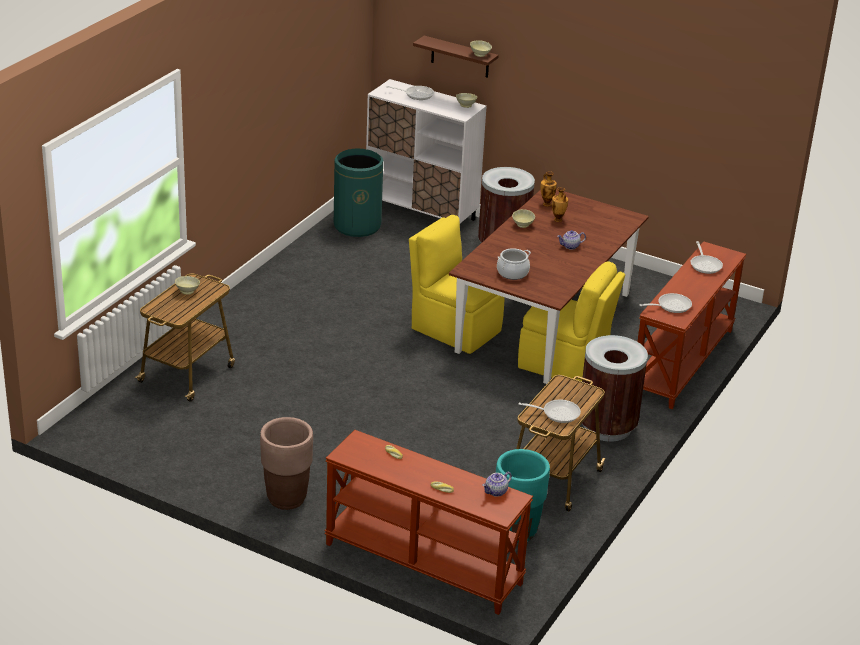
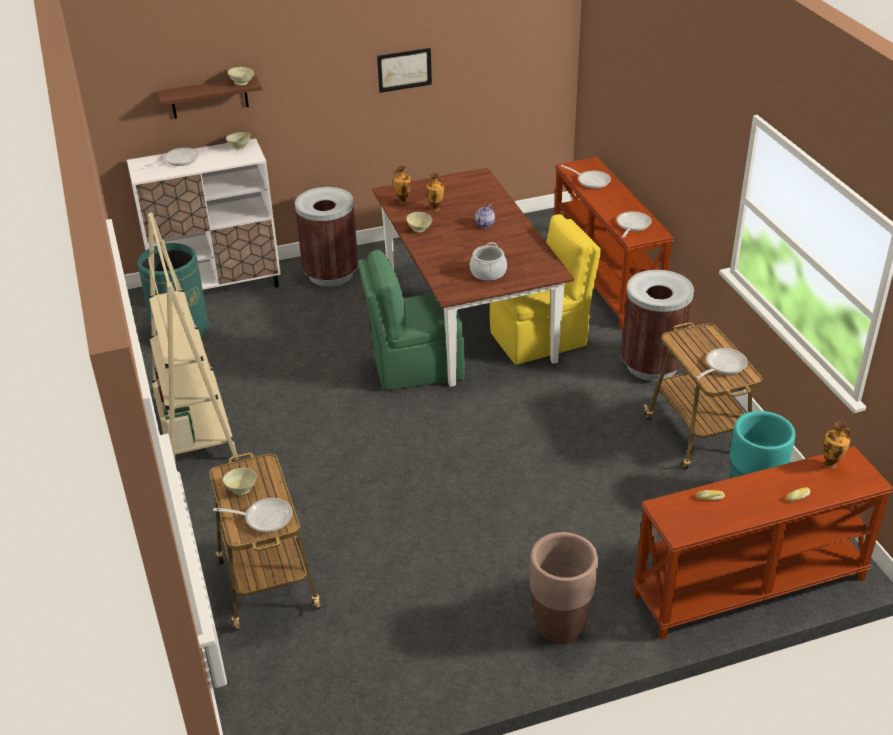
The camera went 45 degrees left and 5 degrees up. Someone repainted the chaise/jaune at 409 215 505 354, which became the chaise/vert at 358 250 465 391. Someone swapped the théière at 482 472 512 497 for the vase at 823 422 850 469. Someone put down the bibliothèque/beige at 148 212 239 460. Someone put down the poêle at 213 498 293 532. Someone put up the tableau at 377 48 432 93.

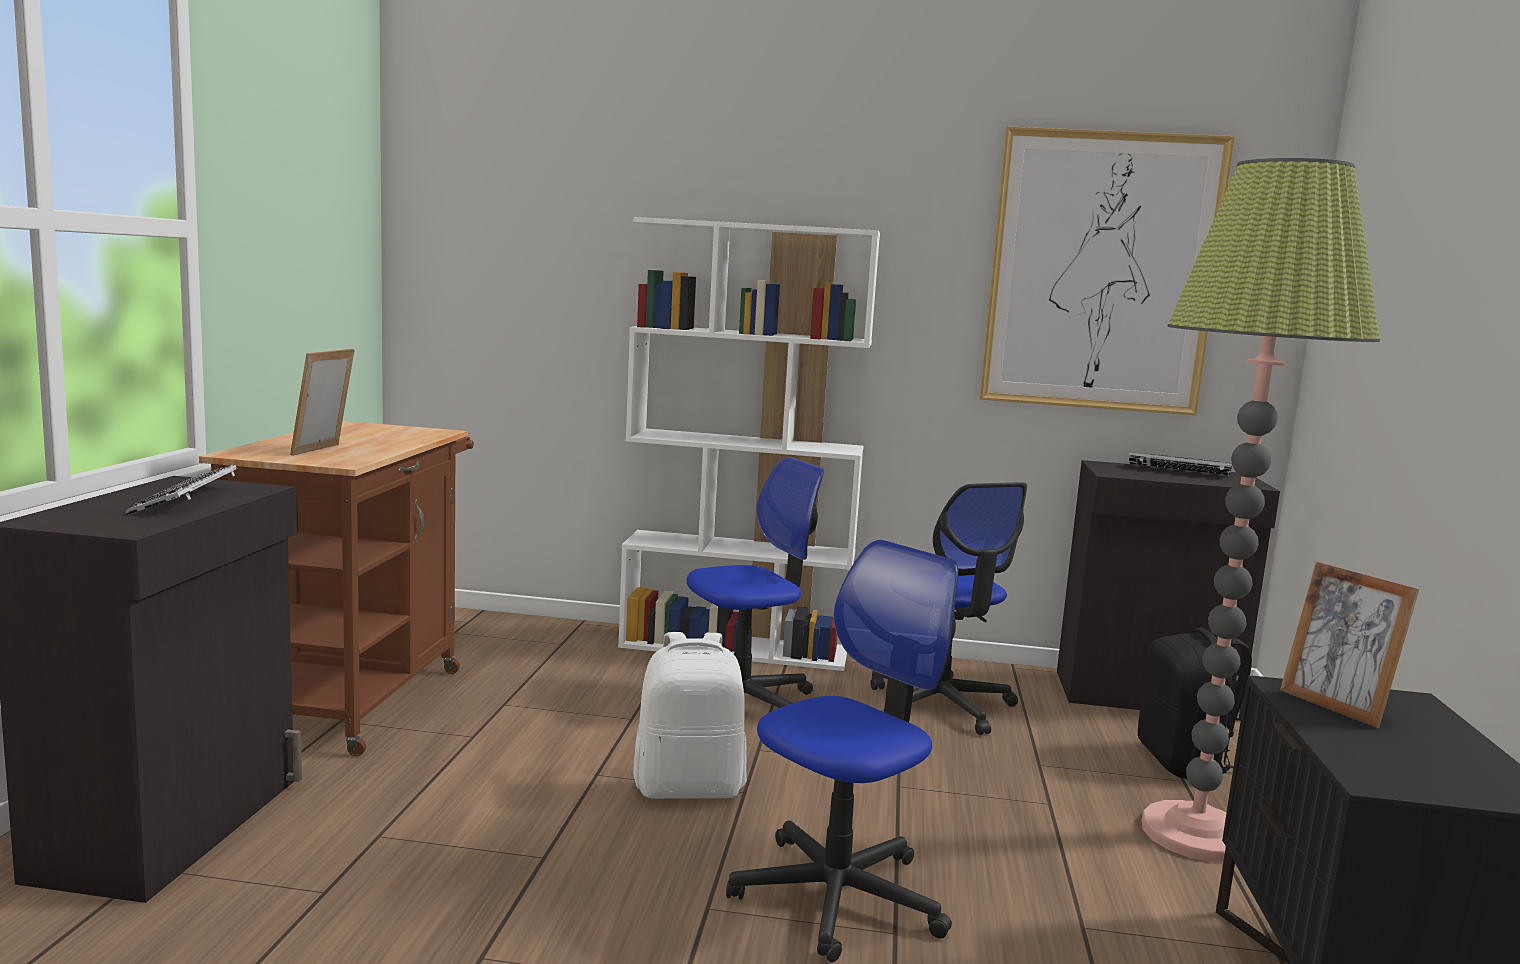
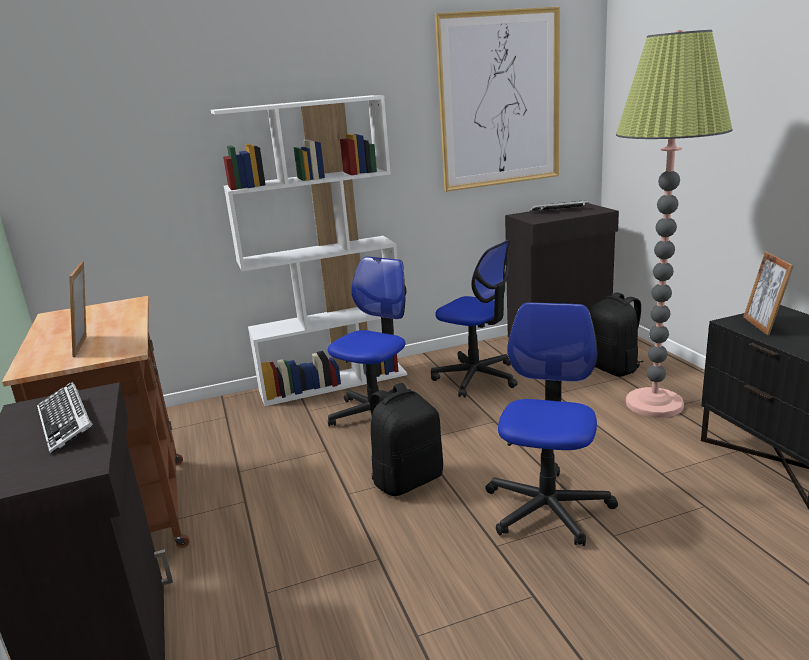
The camera went 25 degrees left and 10 degrees up. Someone repainted the sac à dos/blanc at 633 632 747 799, which became the sac à dos/noir at 370 383 443 496. Someone rotated the cadre photo at 1280 562 1419 728 by 60 degrees clockwise.

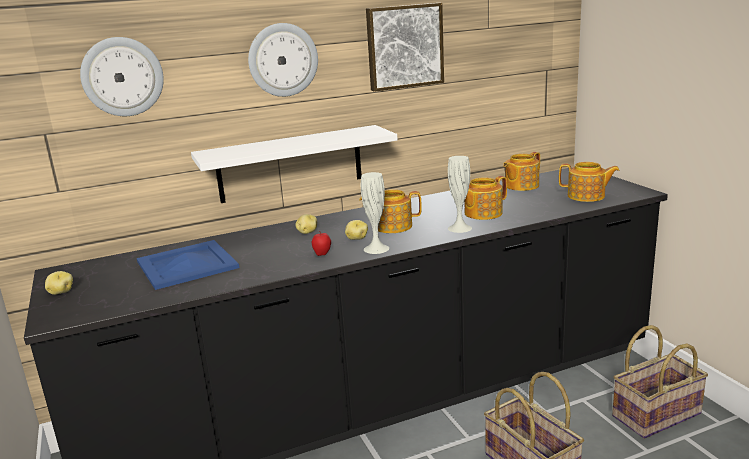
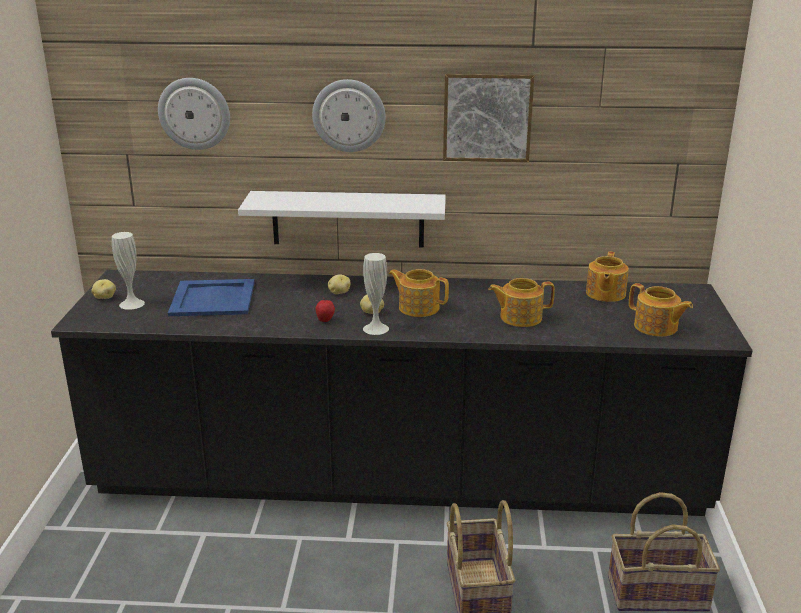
The camera went 25 degrees right and 5 degrees up. Someone carried the vase/blanc from 448 156 472 233 to 112 232 145 310. Someone rotated the théière at 503 152 540 191 by 60 degrees counterclockwise.

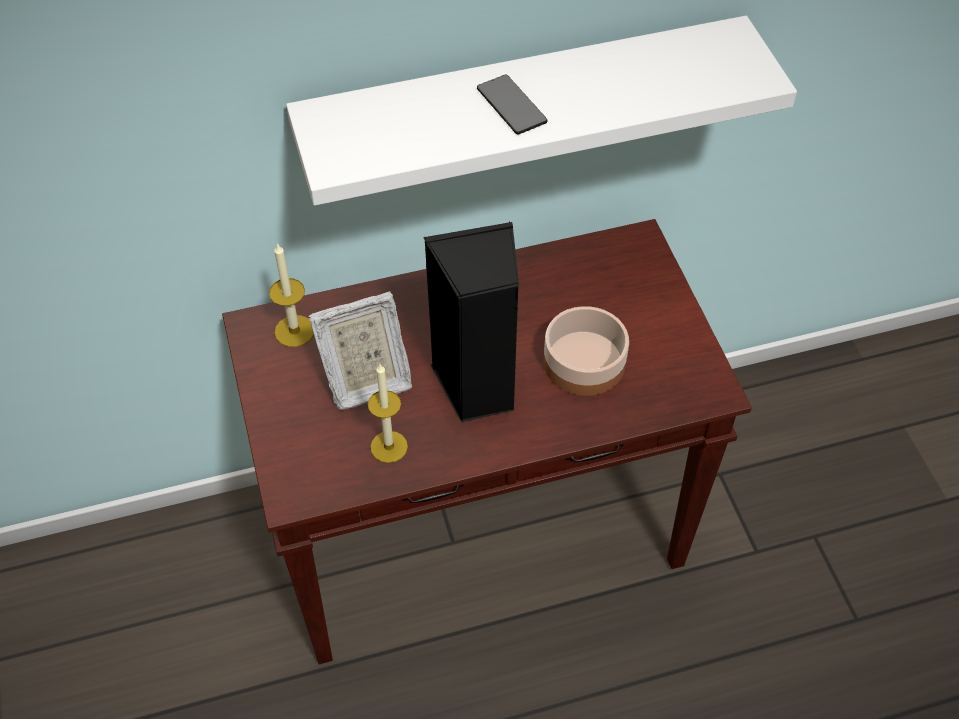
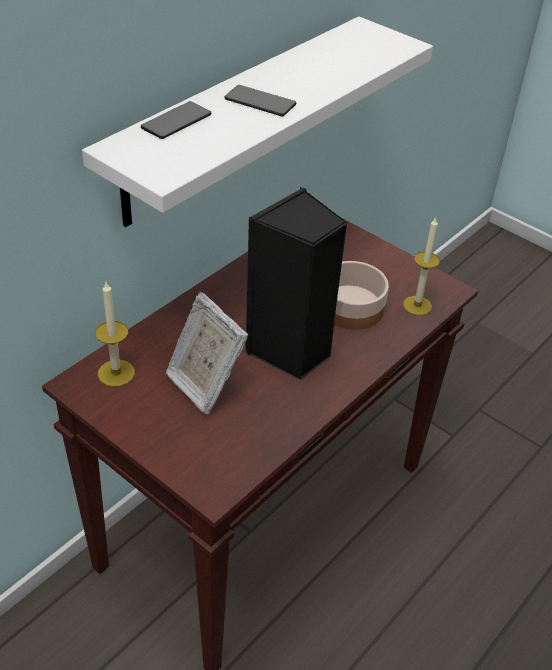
The camera went 35 degrees left and 10 degrees down. Someone rotated the cadre photo at 308 291 412 410 by 105 degrees clockwise. Someone carried the bougie from 368 364 408 463 to 403 217 440 316. Someone put down the téléphone at 141 101 211 139.

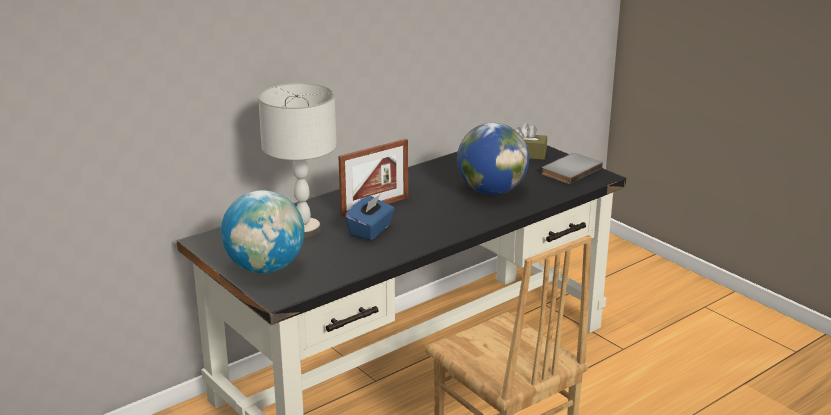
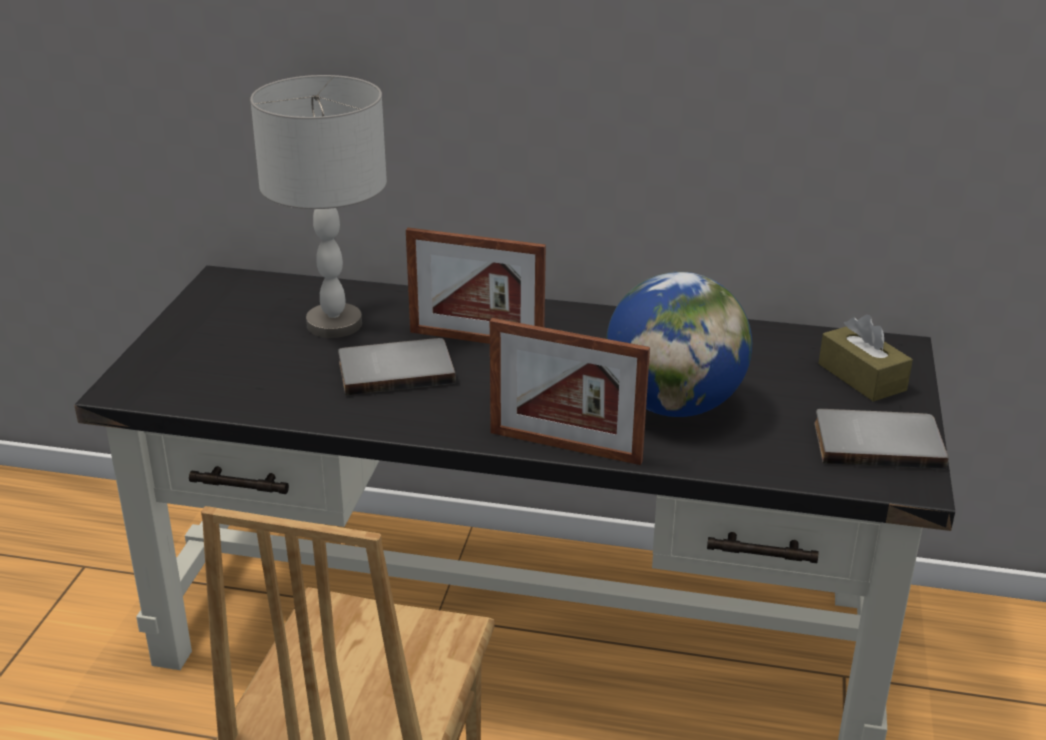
The camera went 50 degrees right and 5 degrees up. Someone took away the globe at 221 190 304 274. Someone swapped the boîte à mouchoirs/bleu at 345 195 395 240 for the livre/gris at 338 338 456 396. Someone put down the cadre photo at 490 318 650 465.

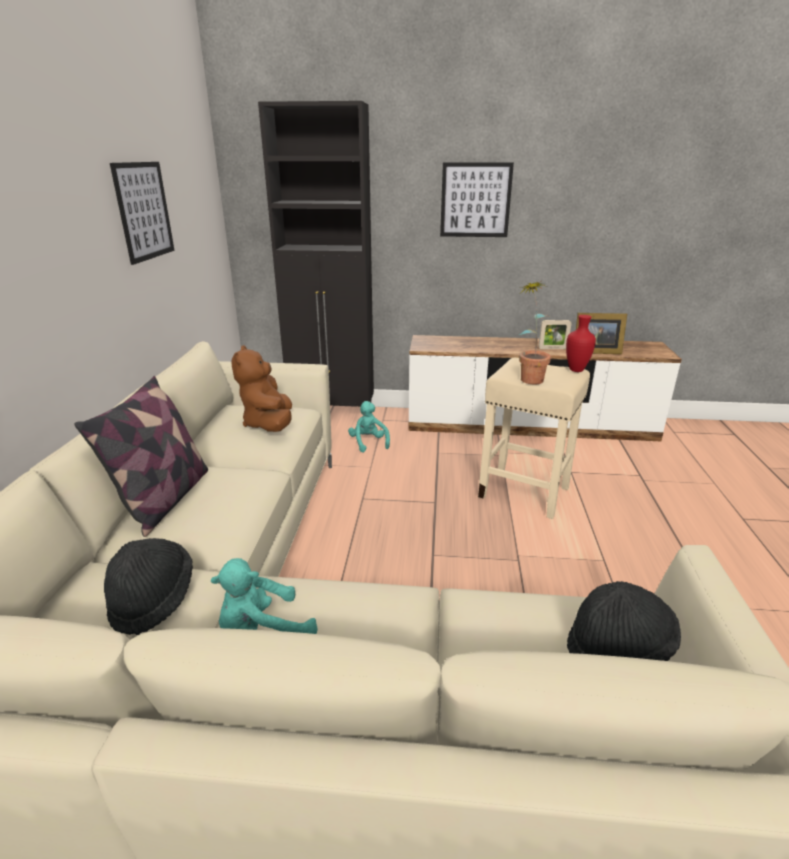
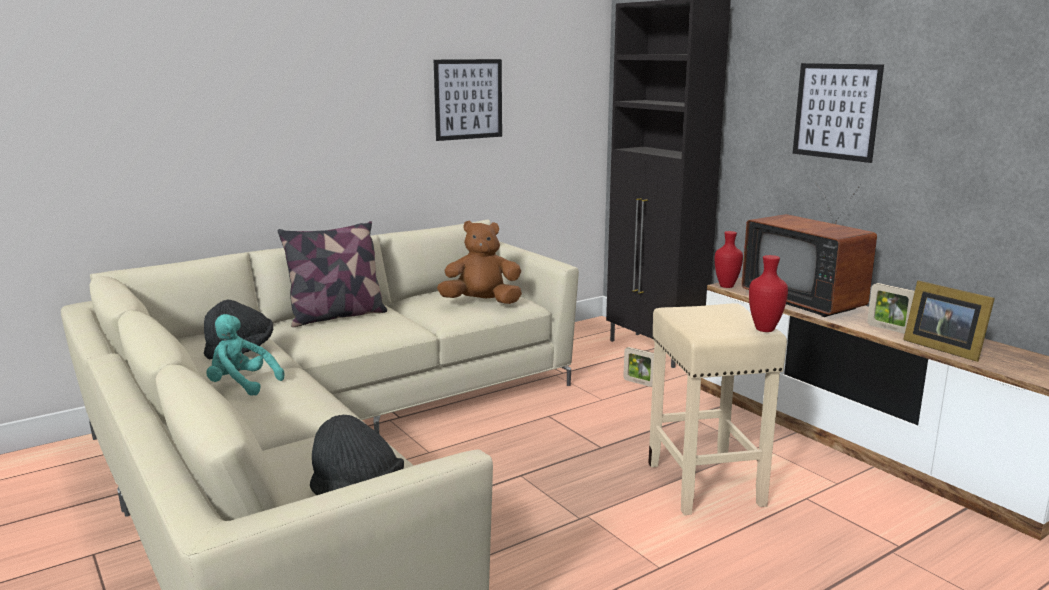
The camera went 50 degrees right and 10 degrees down. Someone rotated the peluche/marron at 231 345 292 432 by 45 degrees clockwise. Someone swapped the peluche/turquoise at 348 401 390 453 for the cadre photo at 623 347 654 387. Someone took away the plante en pot at 519 281 551 384. Someone put down the vase/rouge at 715 231 743 288. Someone put down the téléviseur at 742 182 877 317.

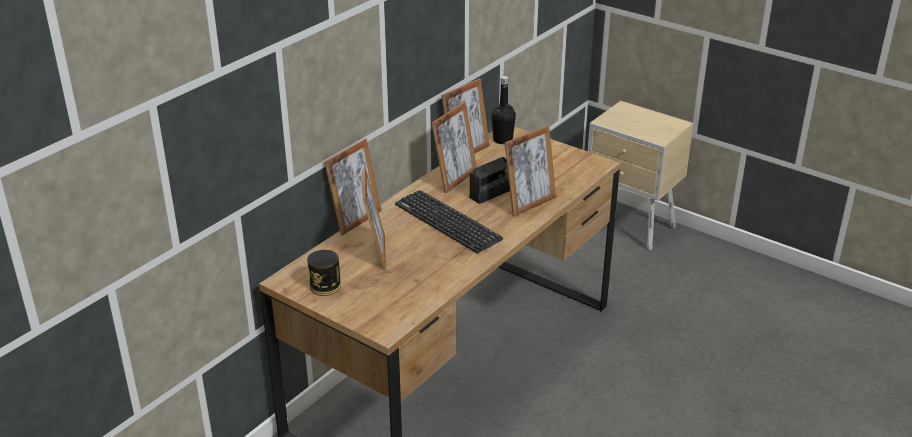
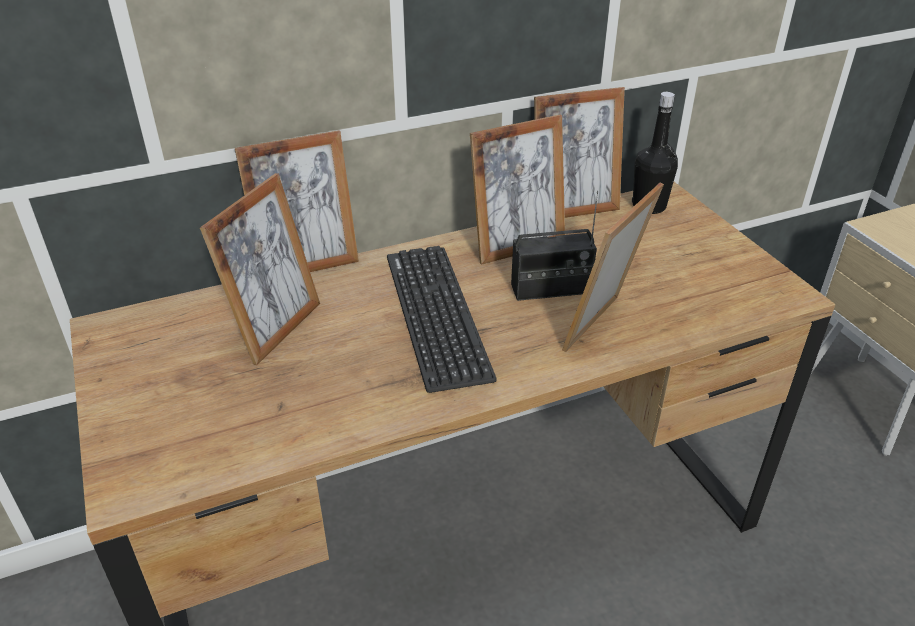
The camera went 30 degrees right and 5 degrees up. Someone took away the boîte métallique at 307 250 341 296. Someone rotated the cadre photo at 505 125 556 217 by 135 degrees clockwise.

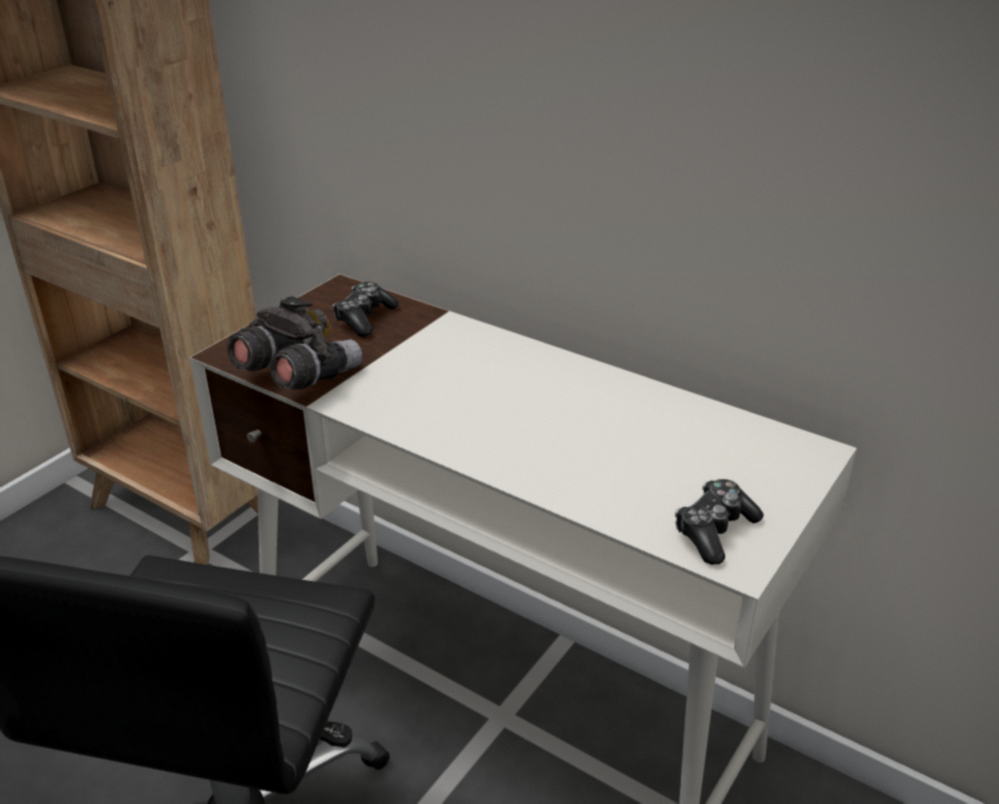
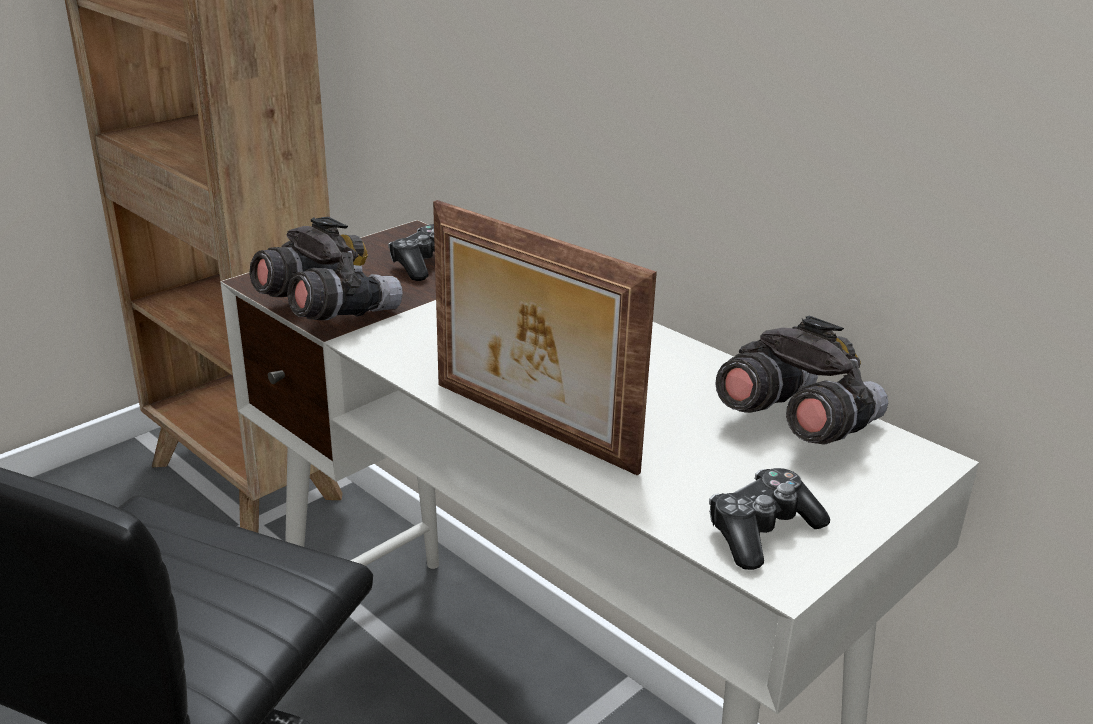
The camera went 10 degrees right and 5 degrees down. Someone put down the cadre photo at 433 200 657 476. Someone put down the jumelles/gris at 715 316 888 445.

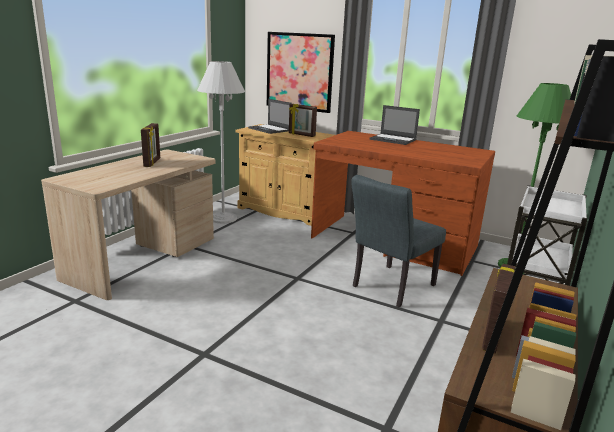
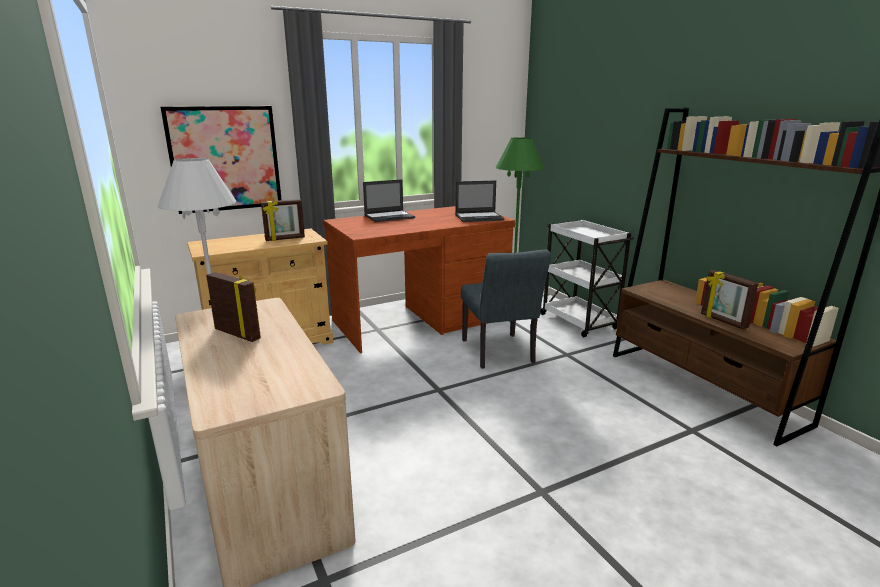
The camera went 55 degrees left and 0 degrees up. Someone carried the ordinateur portable from 248 99 292 134 to 455 180 505 222.

